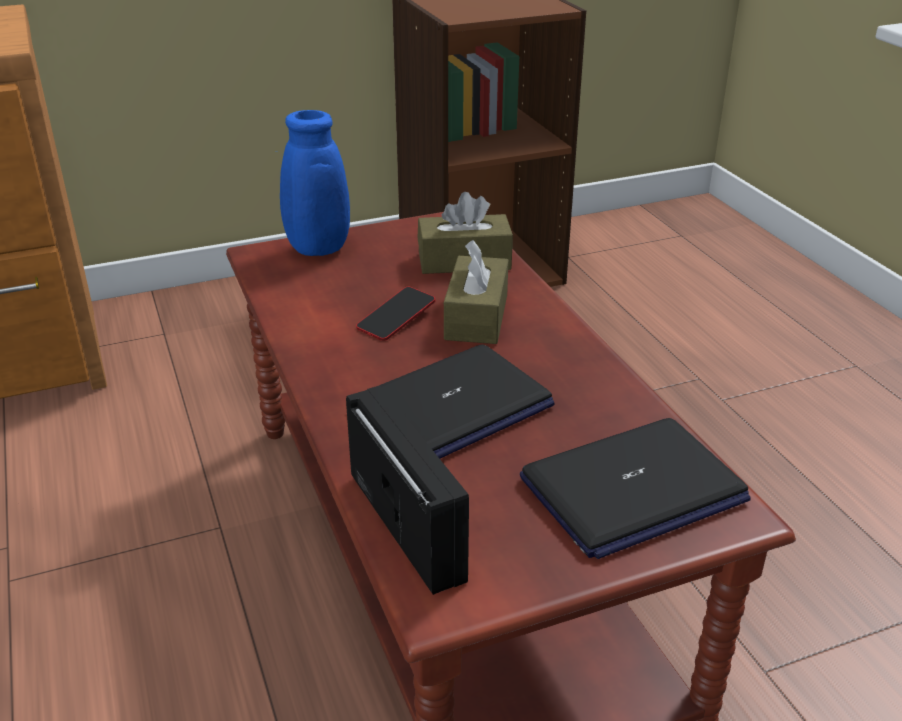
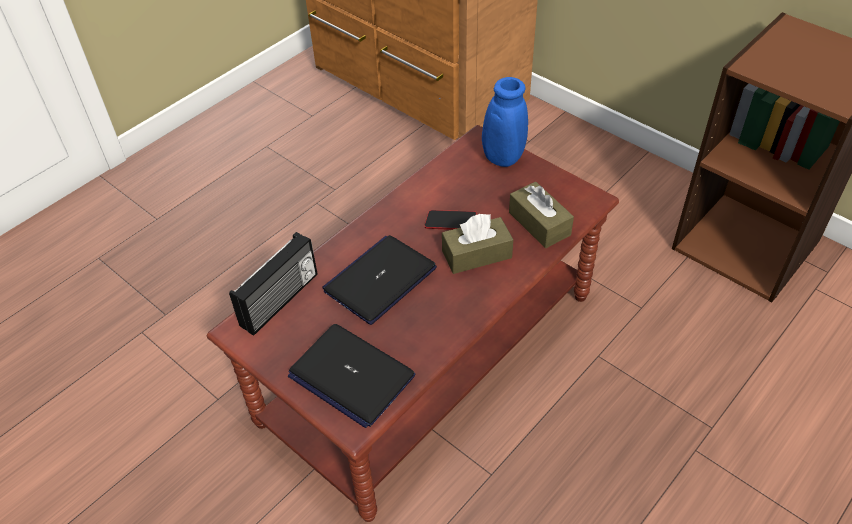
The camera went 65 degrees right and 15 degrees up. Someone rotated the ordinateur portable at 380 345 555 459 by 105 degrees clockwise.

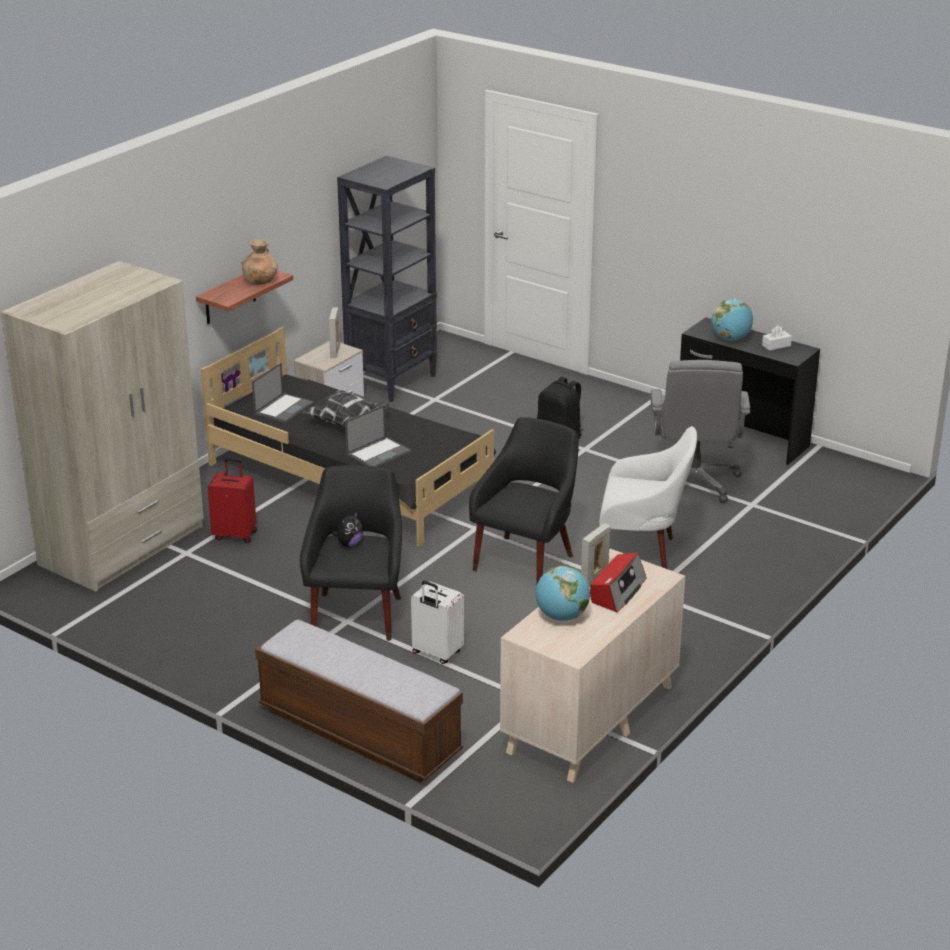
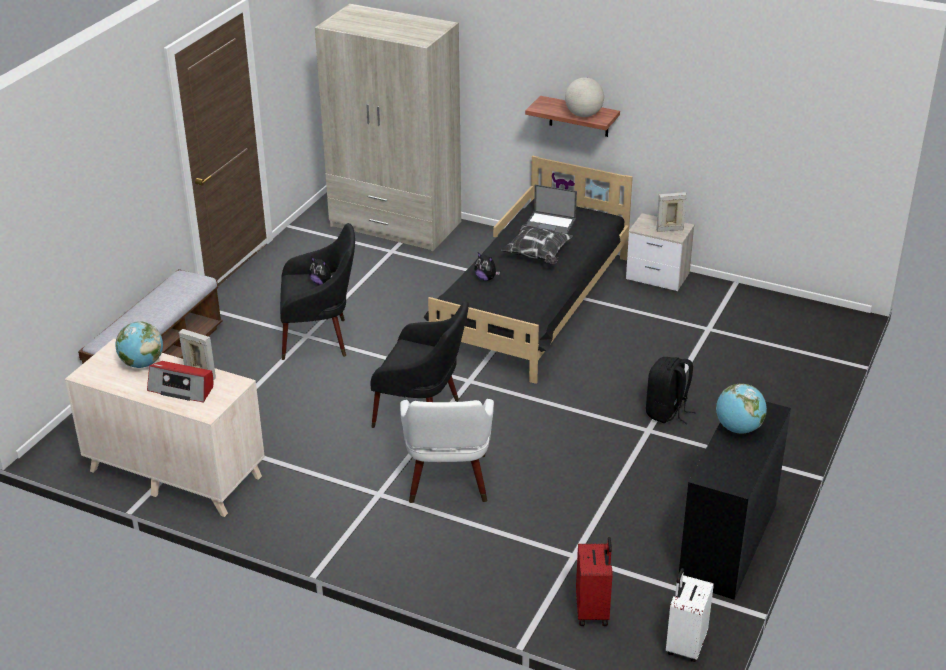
The camera went 80 degrees right and 5 degrees up. Someone carried the valise/rouge from 208 458 257 543 to 576 537 613 626. Someone swapped the vase/marron at 241 239 278 285 for the globe at 565 77 604 117. Someone took away the bibliothèque/noir at 337 156 437 402. Someone swapped the ordinateur portable at 345 405 412 467 for the peluche at 474 253 500 281. Someone carried the valise/blanc from 411 581 464 664 to 666 568 714 662. Someone took away the chaise de bureau/gris at 651 360 750 503. Someone took away the boîte à mouchoirs/blanc at 762 325 792 351.

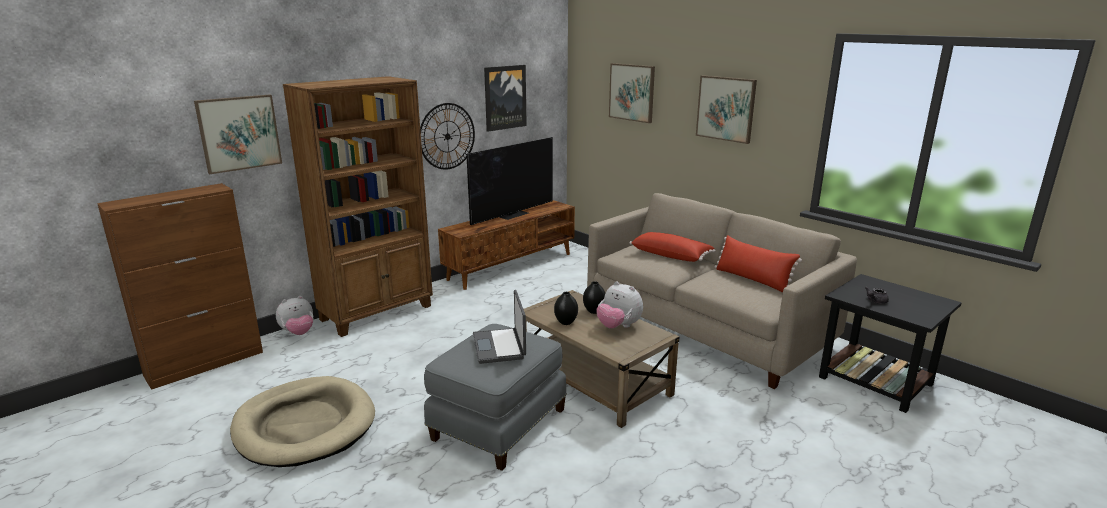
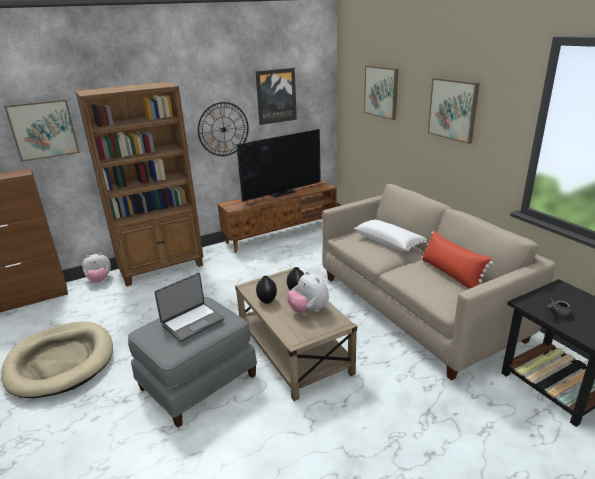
The camera went 15 degrees right and 5 degrees up. Someone rotated the ordinateur portable at 473 290 526 364 by 135 degrees counterclockwise. Someone repainted the coussin/rouge at 629 232 716 262, which became the coussin/blanc at 354 220 427 252.

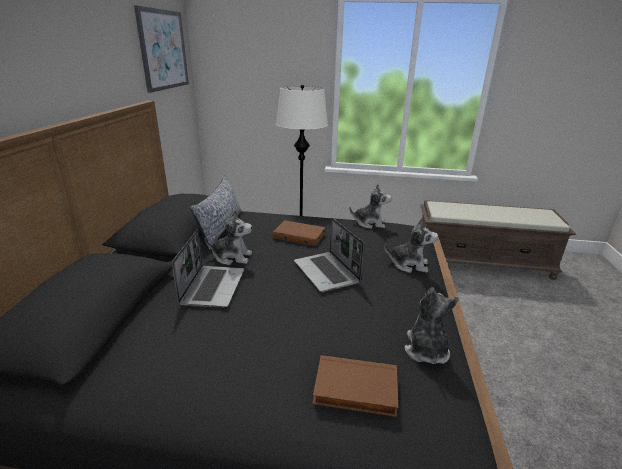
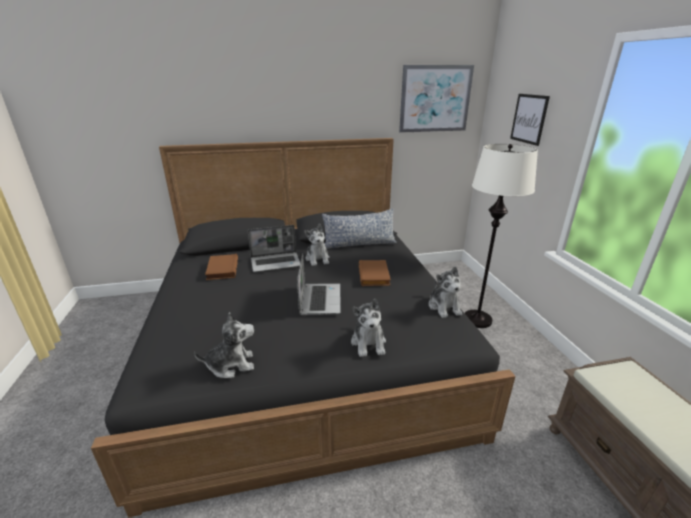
The camera went 70 degrees right and 0 degrees up. Someone rotated the ordinateur portable at 294 218 364 292 by 135 degrees clockwise. Someone carried the livre/marron from 312 355 398 417 to 205 254 238 280. Someone put up the tableau at 510 94 550 146.

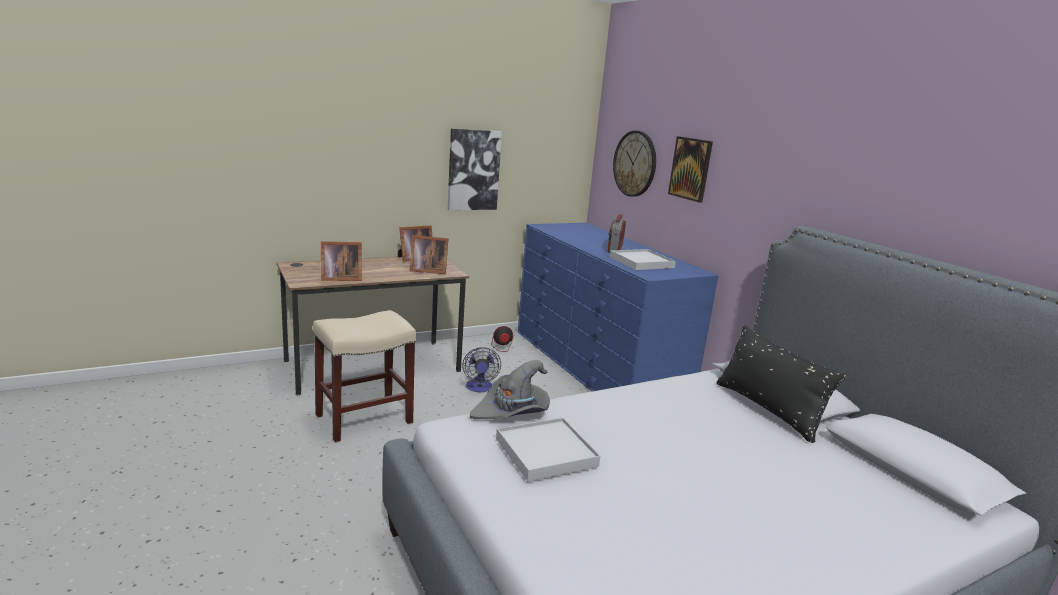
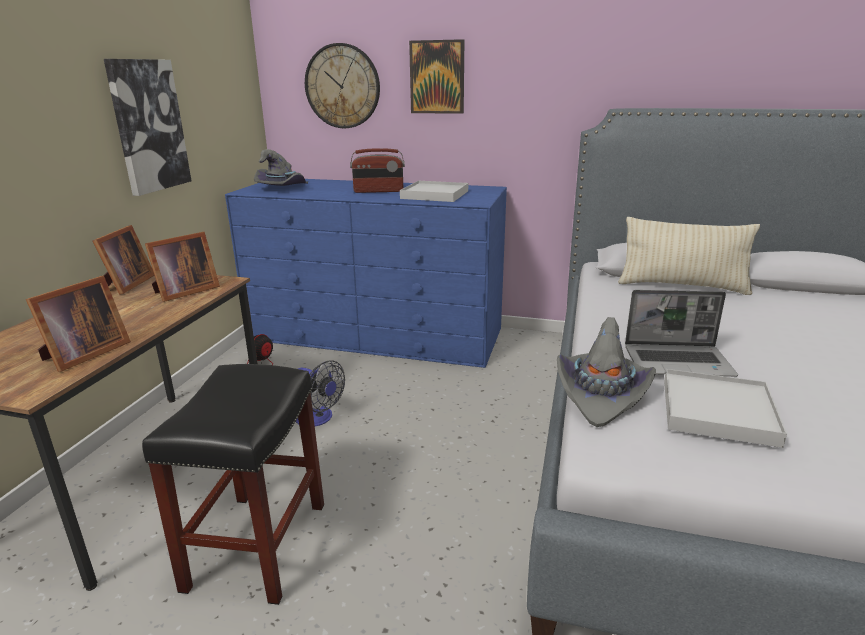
The camera went 45 degrees left and 5 degrees up. Someone repainted the tabouret/beige at 313 310 416 443, which became the tabouret/noir at 142 364 324 605. Someone rotated the radio at 607 214 626 253 by 60 degrees counterclockwise. Someone repainted the coussin/noir at 717 325 846 443, which became the coussin/beige at 618 217 760 295. Someone put down the chapeau/gris at 254 149 308 186. Someone put down the ordinateur portable at 625 290 738 377.

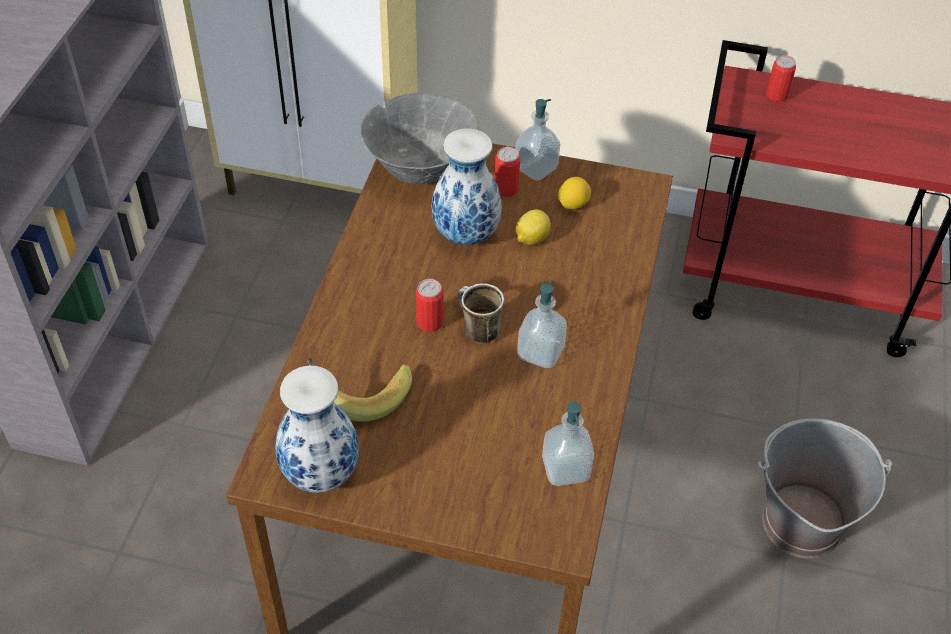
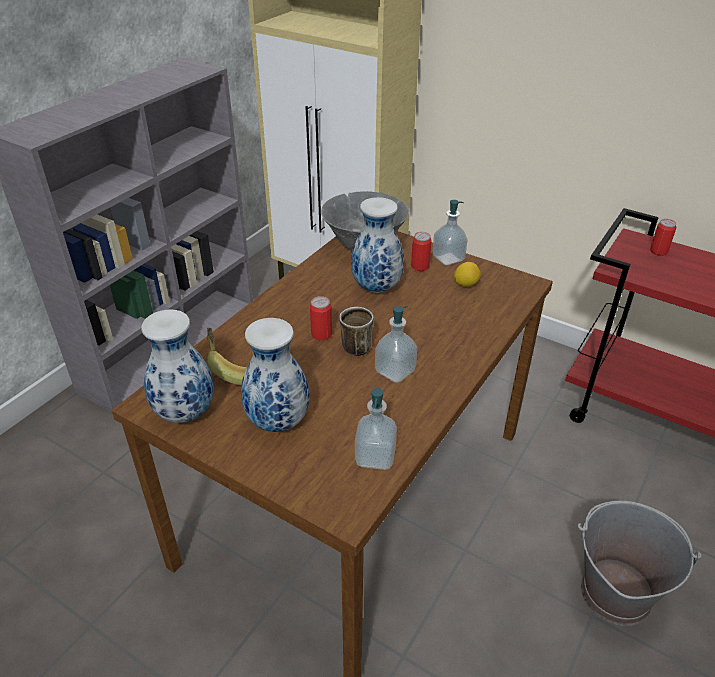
The camera went 20 degrees right and 10 degrees down. Someone took away the citron at 516 209 551 245. Someone put down the vase at 241 318 309 432.

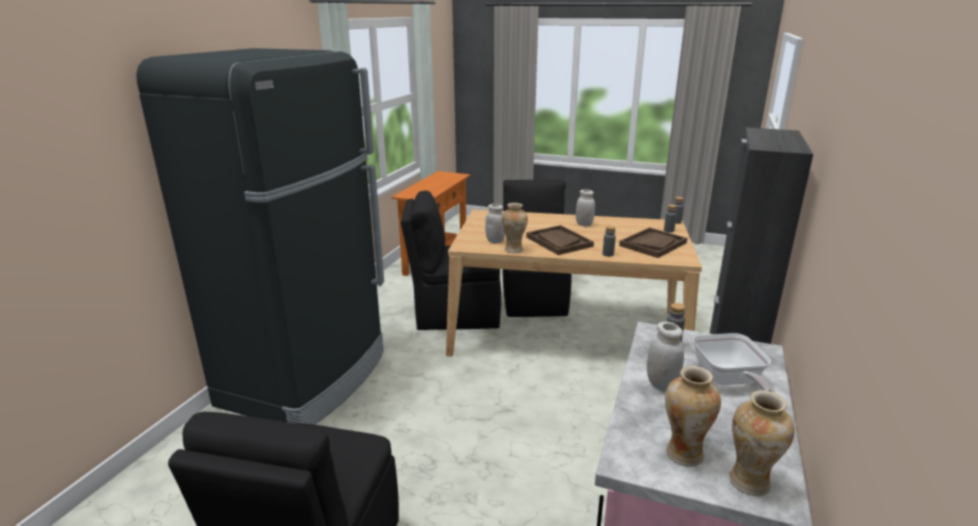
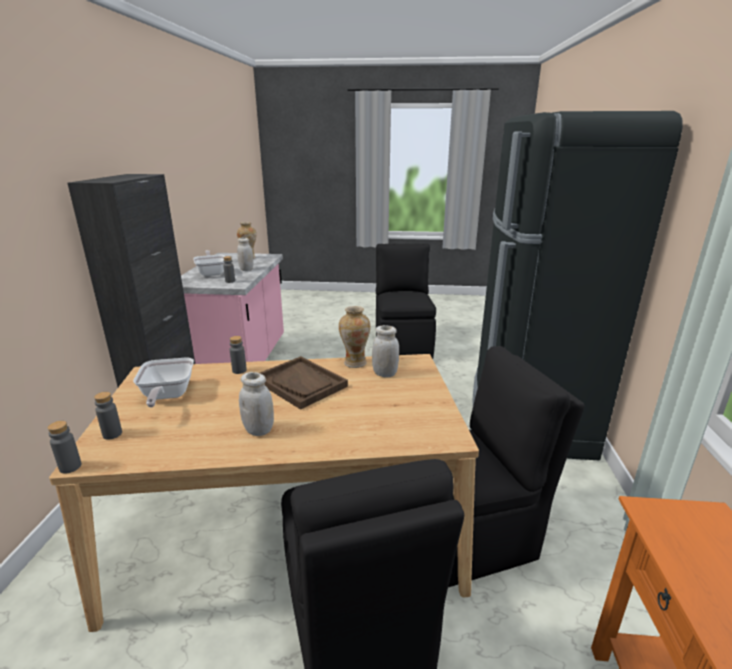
The camera went 165 degrees right and 0 degrees up. Someone swapped the plateau/marron at 619 227 687 258 for the poêle at 133 358 194 408. Someone took away the vase at 729 390 795 496.

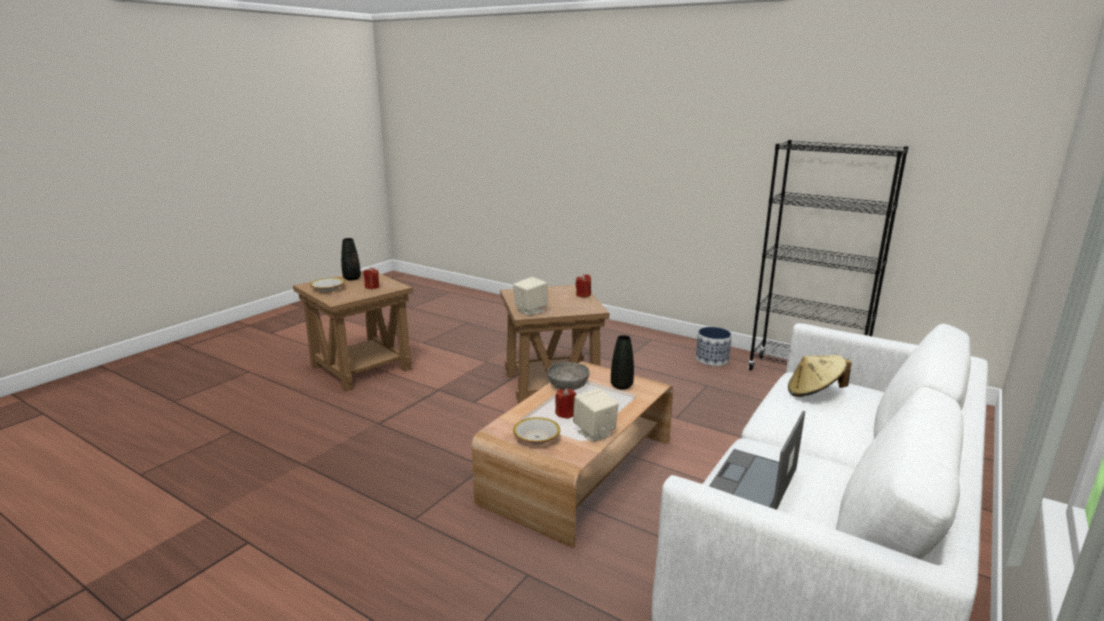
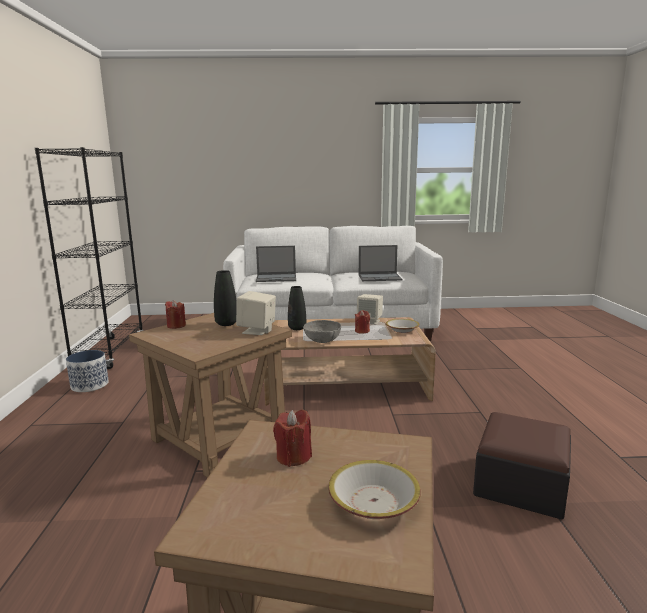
The camera went 125 degrees left and 5 degrees down. Someone carried the vase/noir from 341 238 361 280 to 214 270 237 326. Someone swapped the chapeau/beige at 788 355 851 397 for the ordinateur portable at 256 246 296 282. Someone put down the pouf at 473 412 571 519.

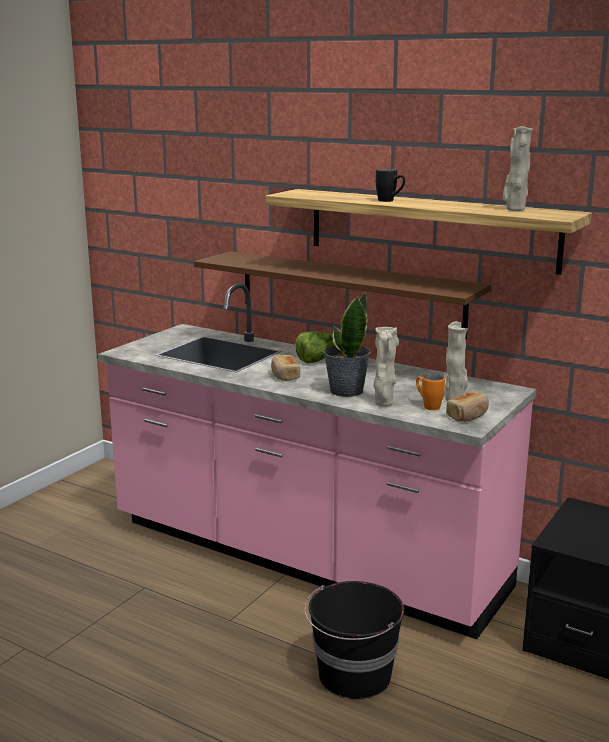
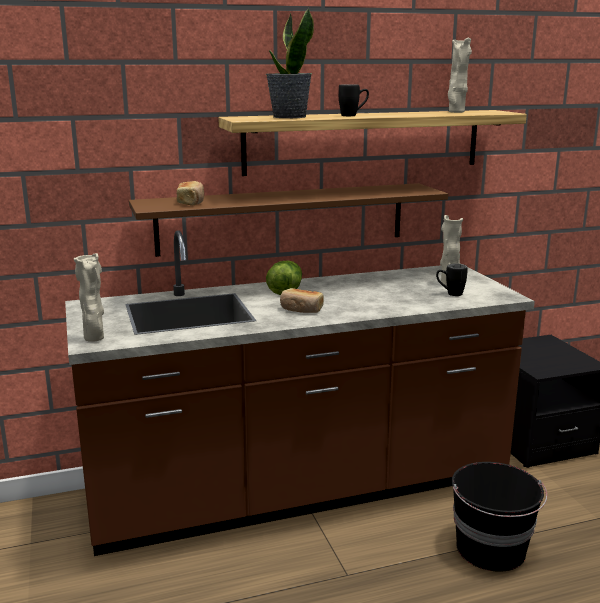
The camera went 50 degrees left and 0 degrees up. Someone repainted the comptoir de cuisine/rose at 98 283 536 639, which became the comptoir de cuisine/marron at 65 230 535 556. Someone carried the plante en pot from 323 292 371 397 to 266 7 314 118. Someone carried the vase/beige from 374 327 399 406 to 74 253 104 342. Someone repainted the mug/orange at 416 374 445 410, which became the mug/noir at 436 264 468 296. Someone carried the pain from 446 392 489 422 to 177 181 204 206.

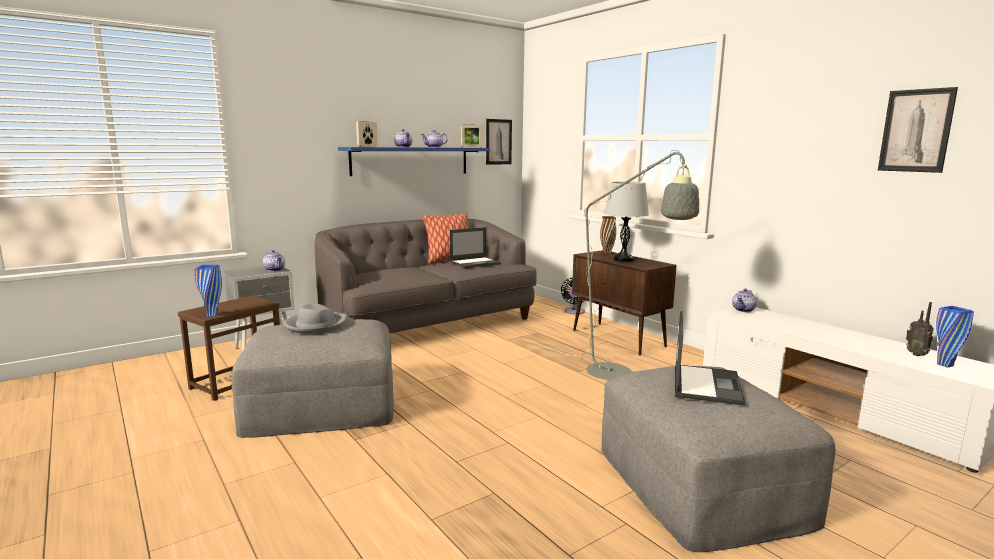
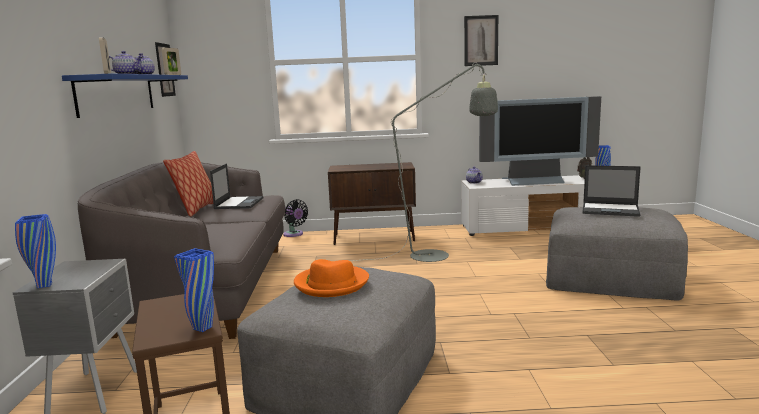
The camera went 55 degrees left and 0 degrees up. Someone took away the théière at 263 250 285 271. Someone repainted the chapeau/gris at 284 304 348 334, which became the chapeau/orange at 294 259 369 297. Someone took away the vase/marron at 600 216 616 254. Someone took away the lampe de table/gris at 605 182 649 262. Someone rotated the ordinateur portable at 675 311 745 406 by 150 degrees clockwise. Someone carried the tableau from 878 87 958 173 to 464 15 498 66. Someone put down the vase/bleu at 15 214 56 288. Someone put down the téléviseur at 479 96 601 186.

